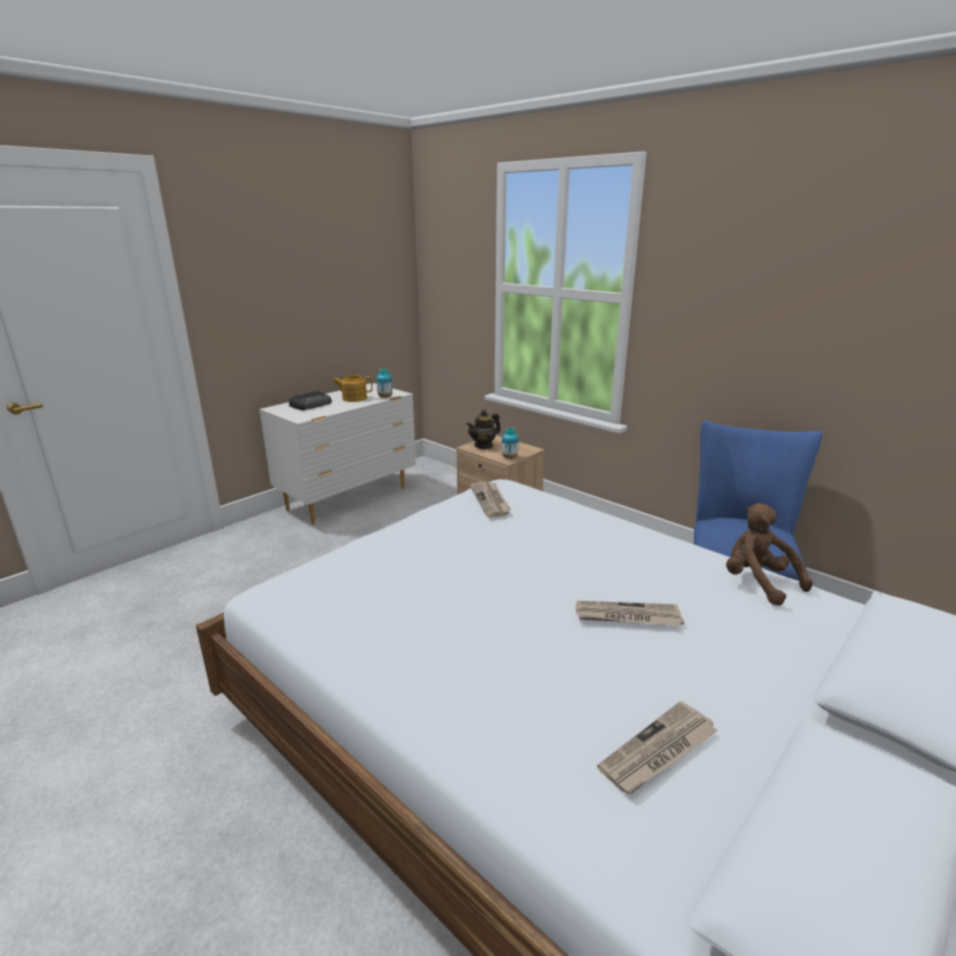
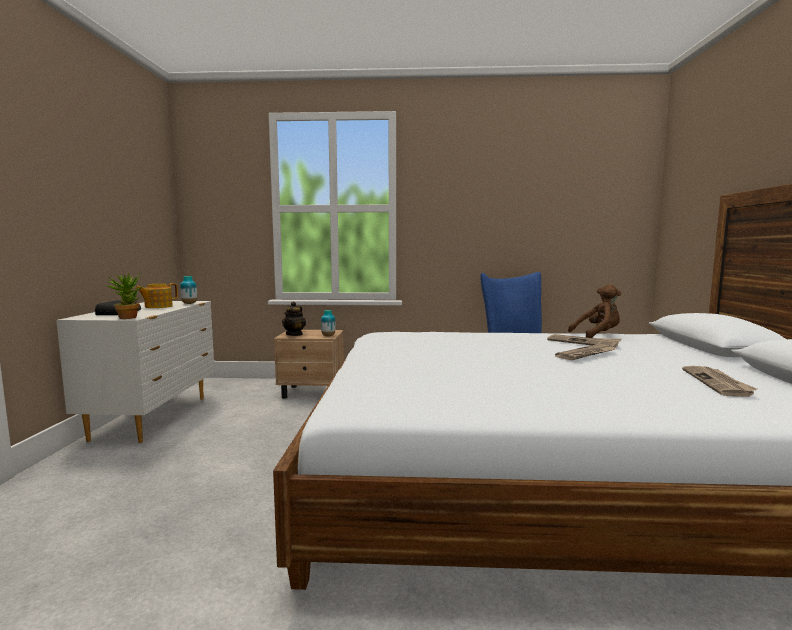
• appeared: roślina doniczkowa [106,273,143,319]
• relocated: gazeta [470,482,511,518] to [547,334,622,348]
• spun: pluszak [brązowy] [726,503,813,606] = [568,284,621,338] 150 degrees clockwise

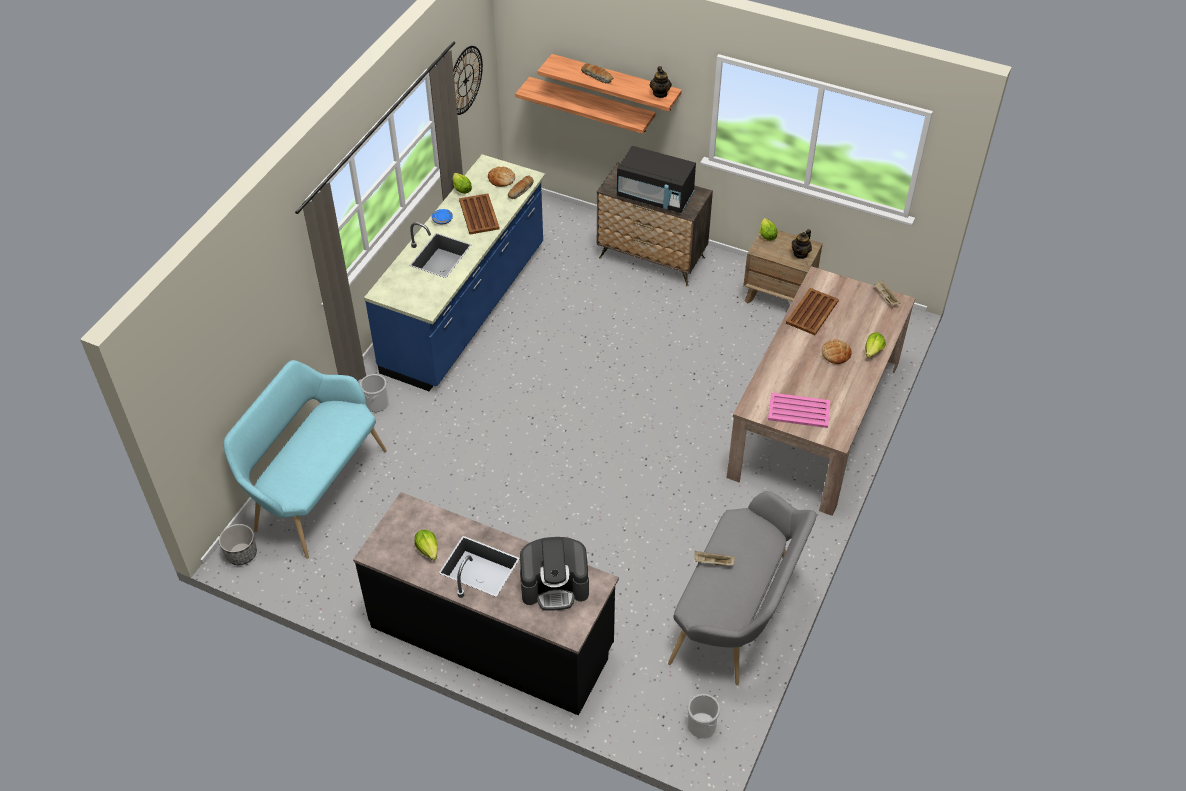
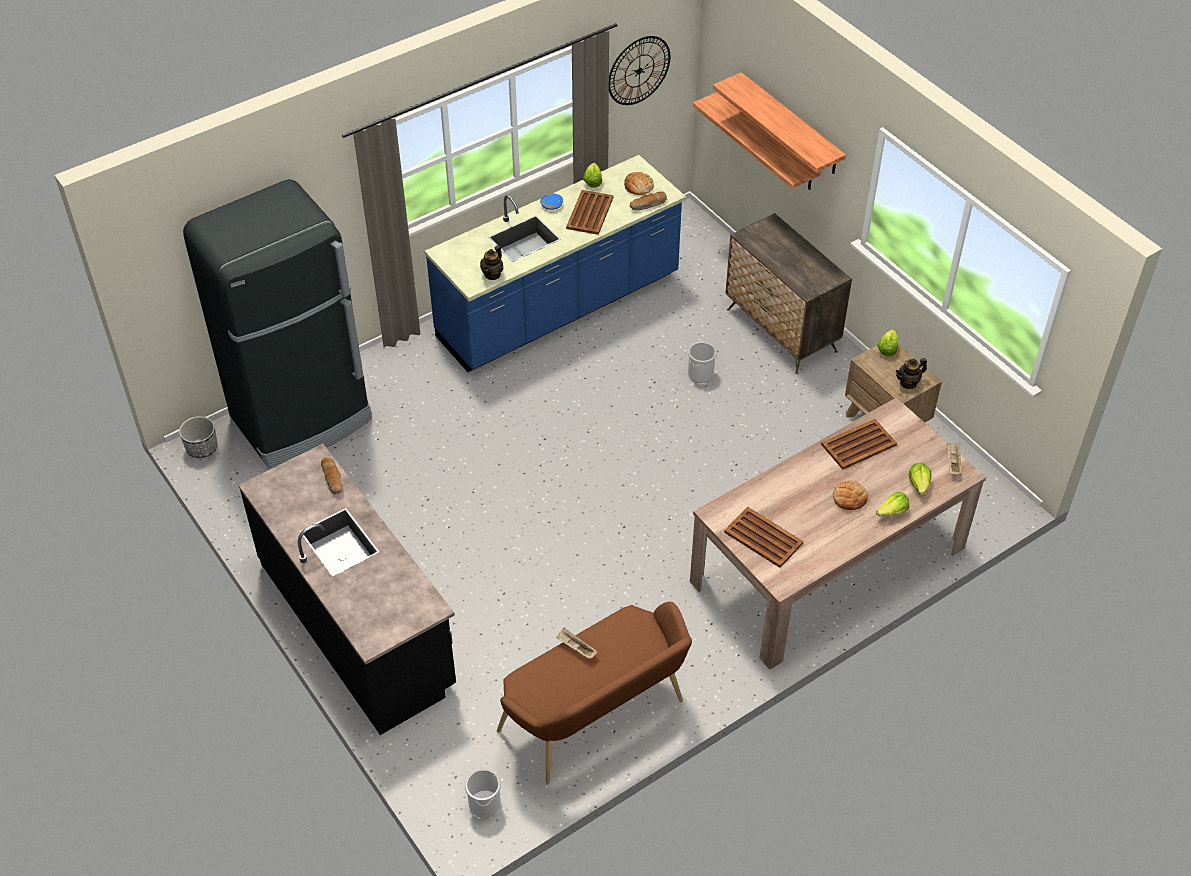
• exchanged: ławka [turkusowy] [223,360,387,559] to lodówka [czarny] [183,179,372,468]
• relocated: chleb [581,63,613,84] to [321,458,343,494]
• relocated: imbryk [650,66,672,98] to [480,245,503,280]
• colour: ławka [szary] [668,491,817,685] to ławka [brązowy] [497,602,692,785]
• relocated: wiadro [360,374,389,412] to [688,342,717,383]
• colour: taca [różowy] [768,393,830,428] to taca [brązowy] [724,507,804,568]
• relocated: sałata [414,530,438,560] to [909,463,932,495]
• missing: ekspres do kawy [520,537,589,611]
• missing: mikrofalówka [czarny] [617,146,696,213]

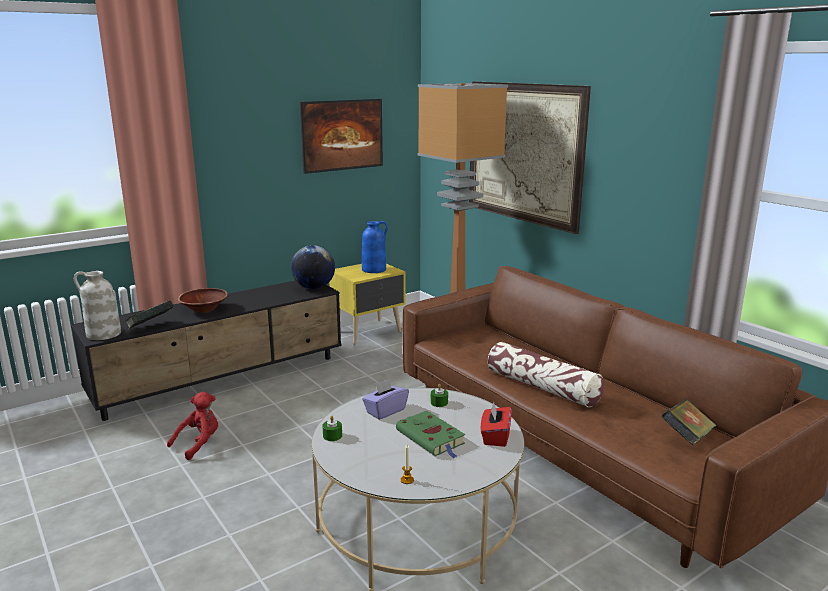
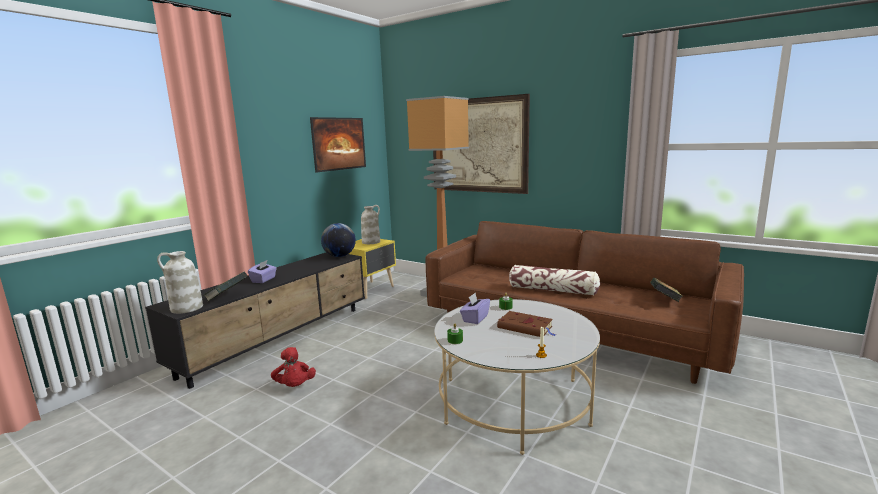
• exchanged: miska [brązowy] [178,288,228,313] to pudełko chusteczek [fioletowy] [248,260,277,283]
• spun: pluszak [czerwony] [167,392,218,460] = [271,347,316,387] 135 degrees clockwise
• colour: wazon [niebieski] [362,221,388,273] to wazon [biały] [361,205,380,244]
• colour: książka [zielony] [396,411,465,458] to książka [brązowy] [497,311,556,337]
• missing: pudełko chusteczek [czerwony] [481,402,512,447]

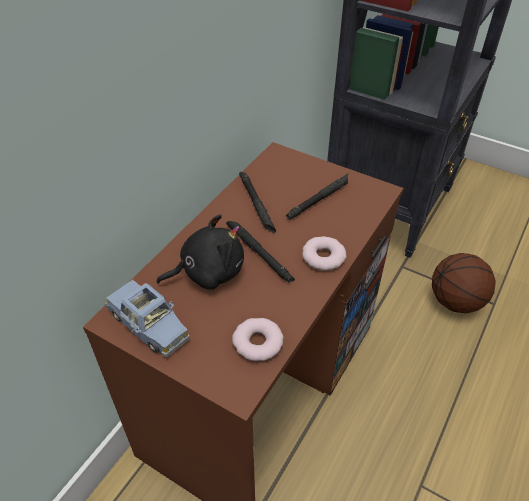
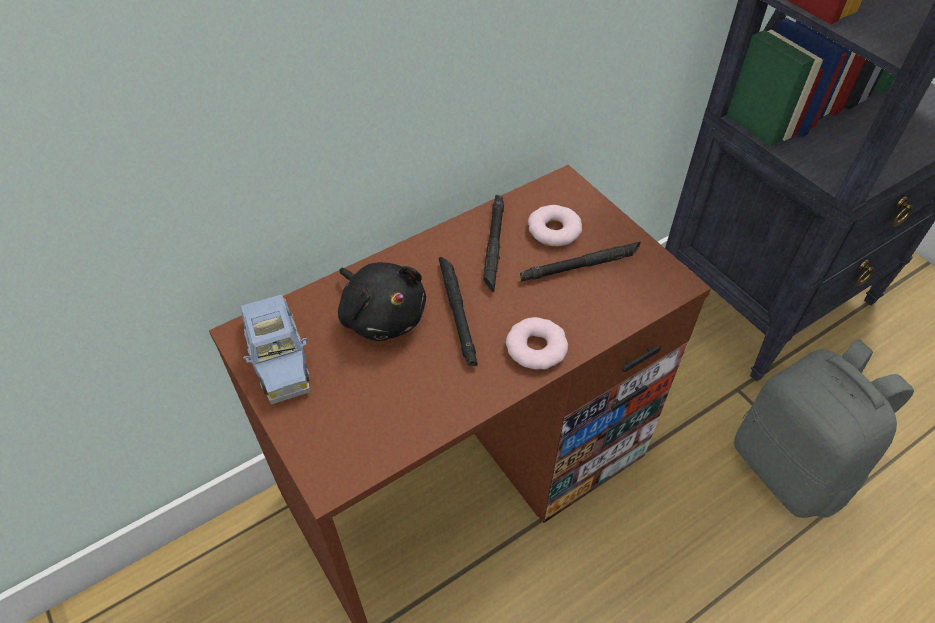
• spun: pluszak [czarny] [156,214,244,290] = [338,262,426,341] 45 degrees clockwise
• relocated: donut [232,318,284,361] to [528,205,582,247]
• exchanged: piłka do koszykówki [432,253,496,313] to plecak [szary] [734,339,914,518]

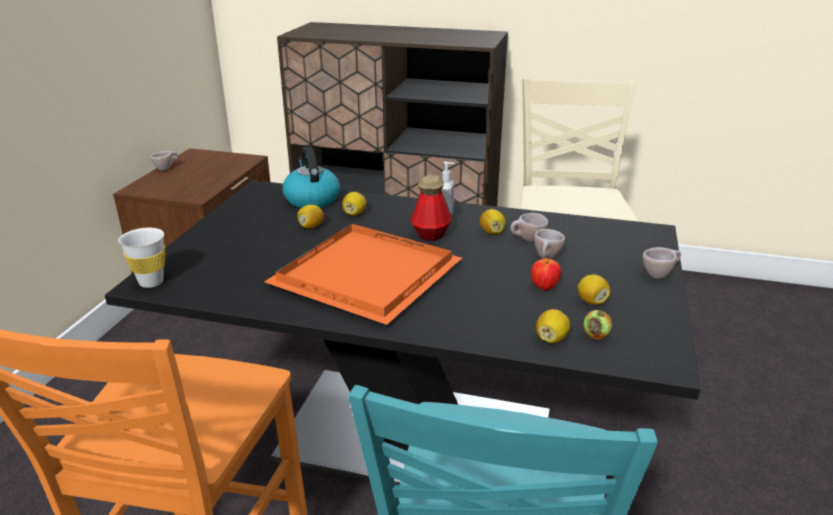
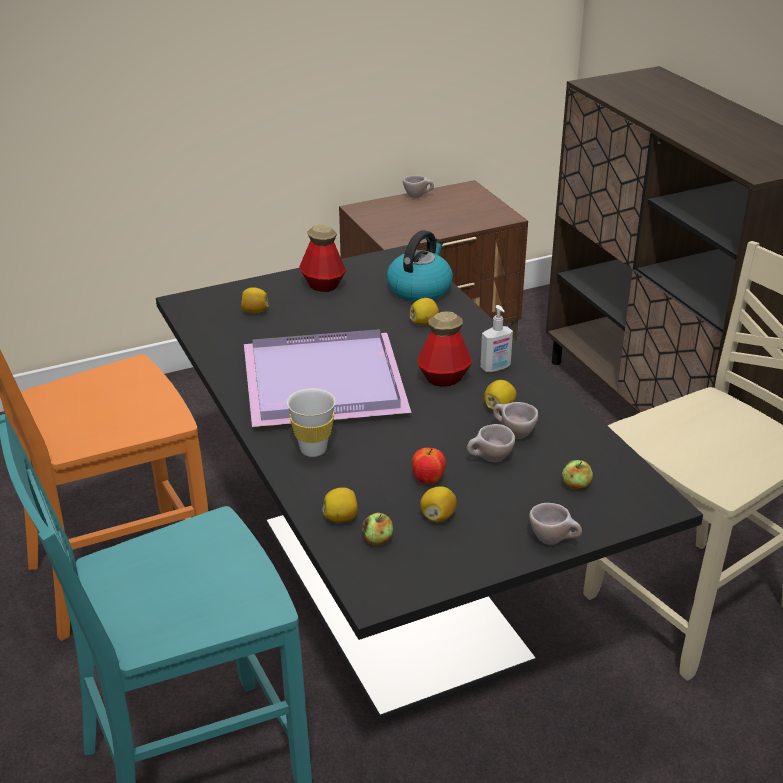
• relocated: cytryna [297,205,324,229] to [241,288,269,313]
• colour: taca [pomarańczowy] [264,224,462,325] to taca [fioletowy] [244,329,412,427]
• relocated: filiżanka [biały] [119,228,165,288] to [287,388,336,457]
• appeared: butelka [299,225,346,292]
• appeared: jabłko [562,460,593,490]

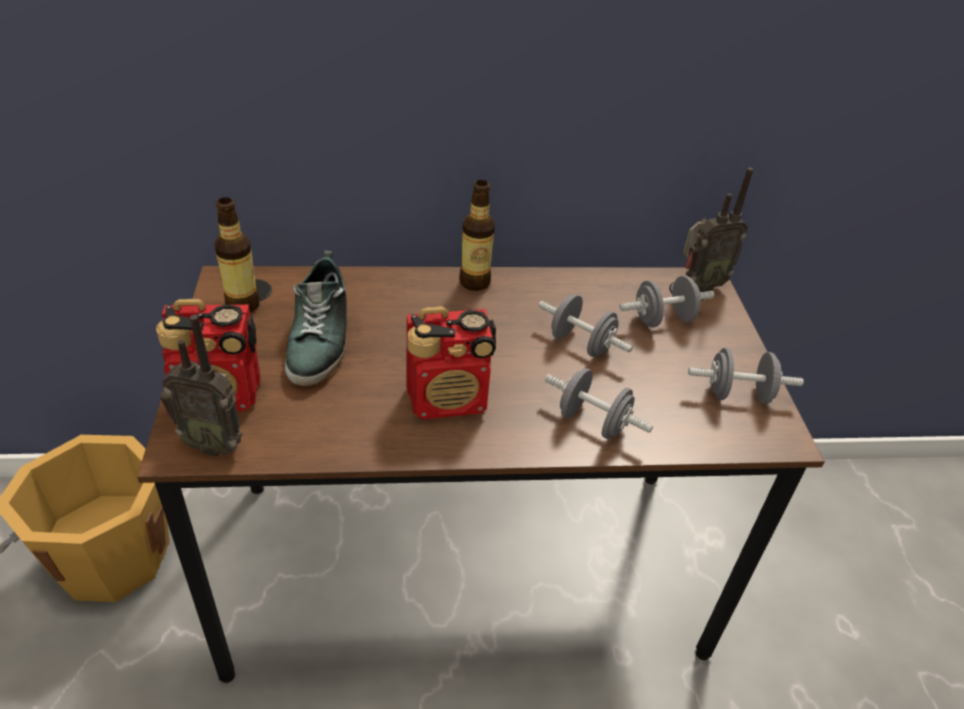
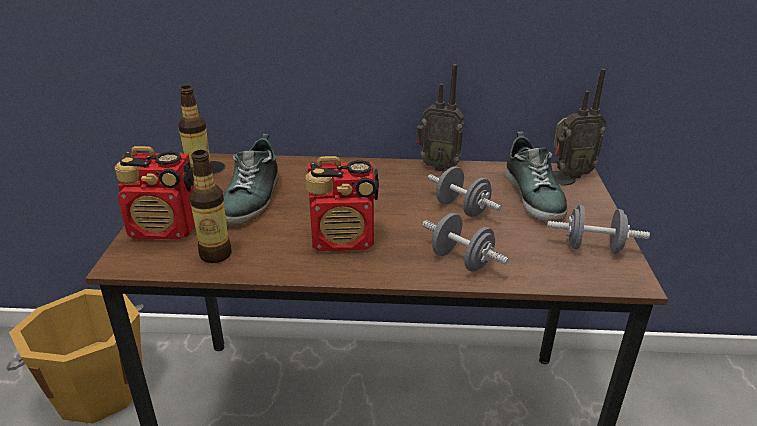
• relocated: butelka [459,180,495,291] to [189,150,232,263]
• relocated: radio [160,315,243,456] to [417,64,464,171]
• exchanged: hantel [szary] [620,275,715,327] to but [505,132,567,222]

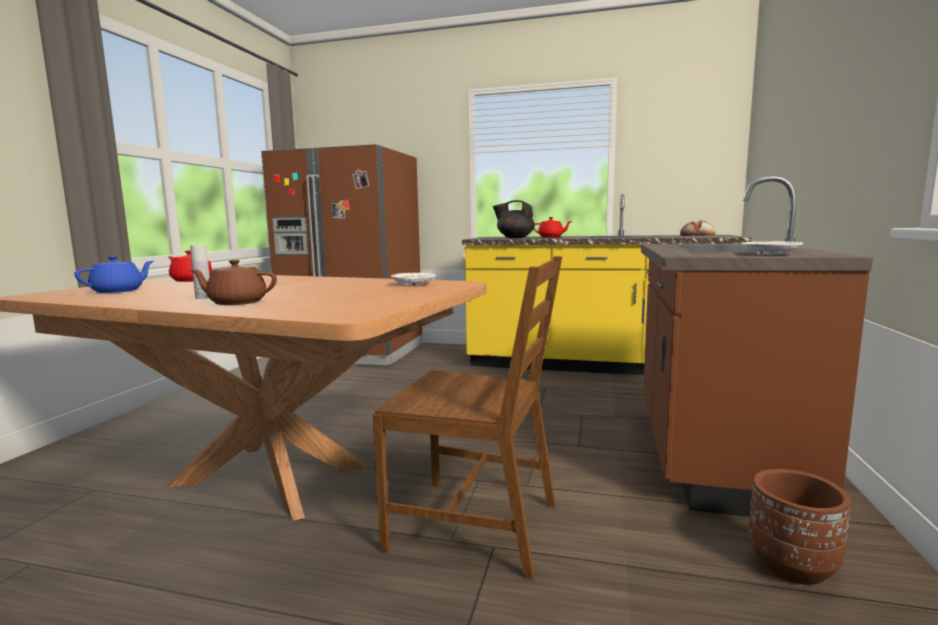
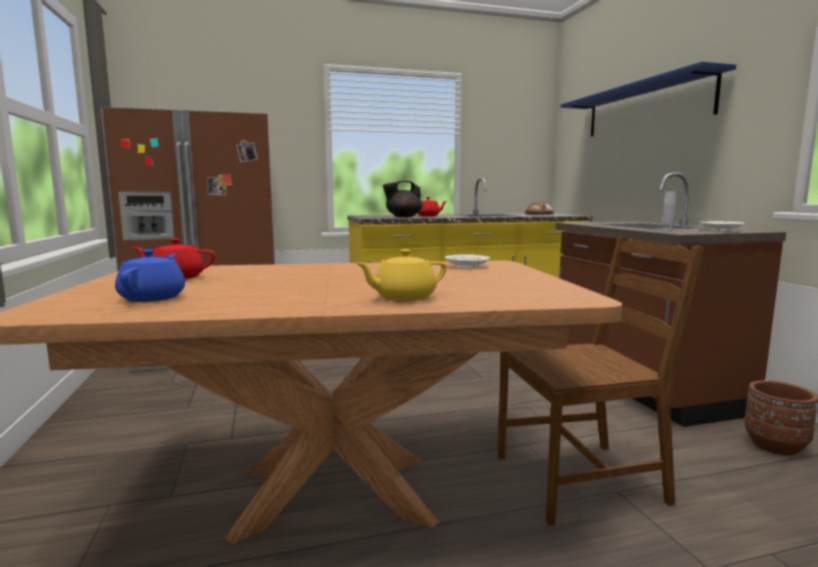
• colour: imbryk [brązowy] [190,260,277,305] to imbryk [żółty] [356,249,447,301]
• appeared: półka [niebieski] [560,62,736,136]
• relocated: butelka [biały] [190,245,210,299] to [662,191,677,231]

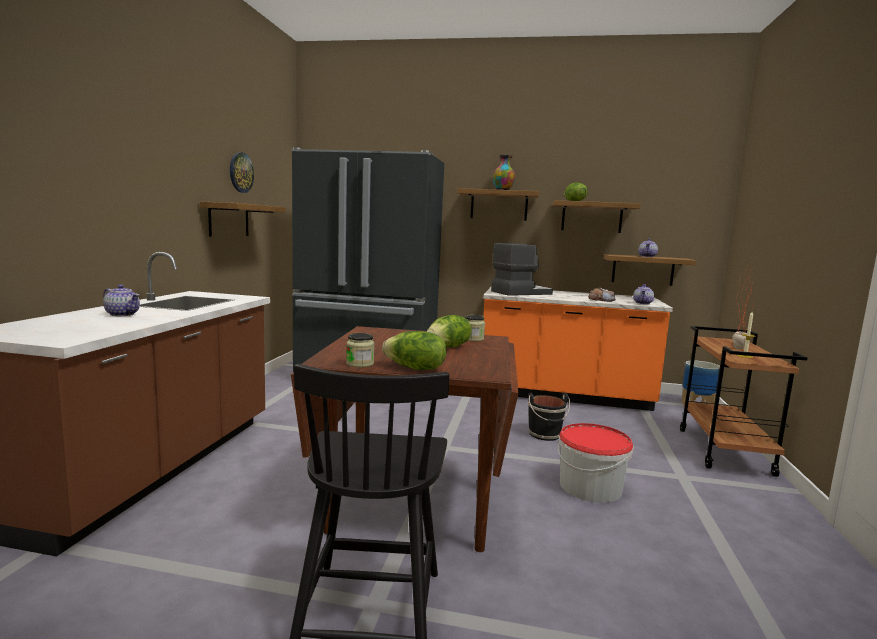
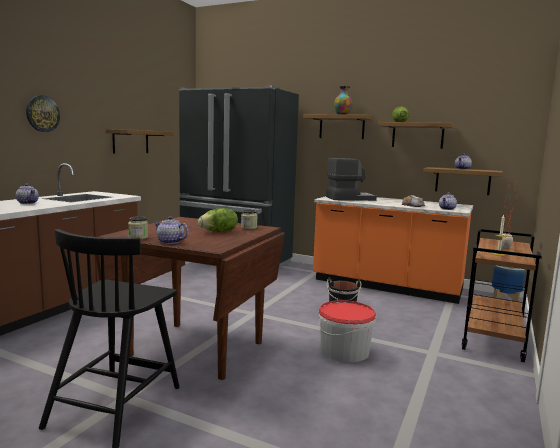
• relocated: zegar ścienny [230,152,254,193] to [26,95,60,132]
• exchanged: sałata [382,331,447,370] to imbryk [154,216,189,244]

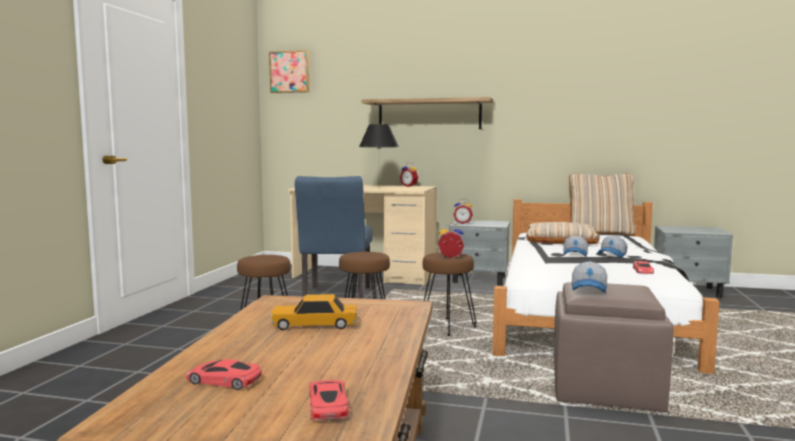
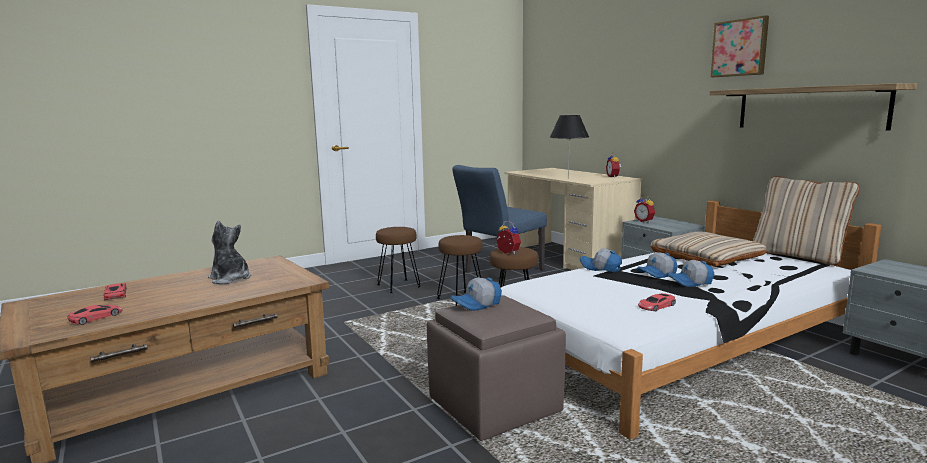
• exchanged: samochodzik [271,294,358,330] to pluszak [208,220,251,284]
• appeared: czapka z daszkiem [580,248,622,272]
• relocated: obraz [269,50,309,93] to [710,15,769,77]
• relocated: półka [362,97,493,129] to [710,83,917,131]

